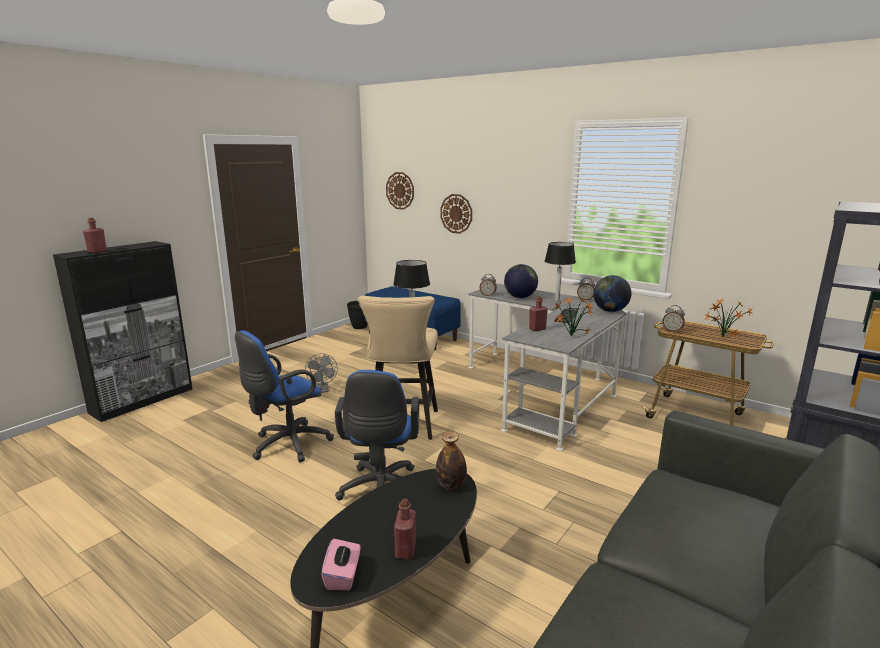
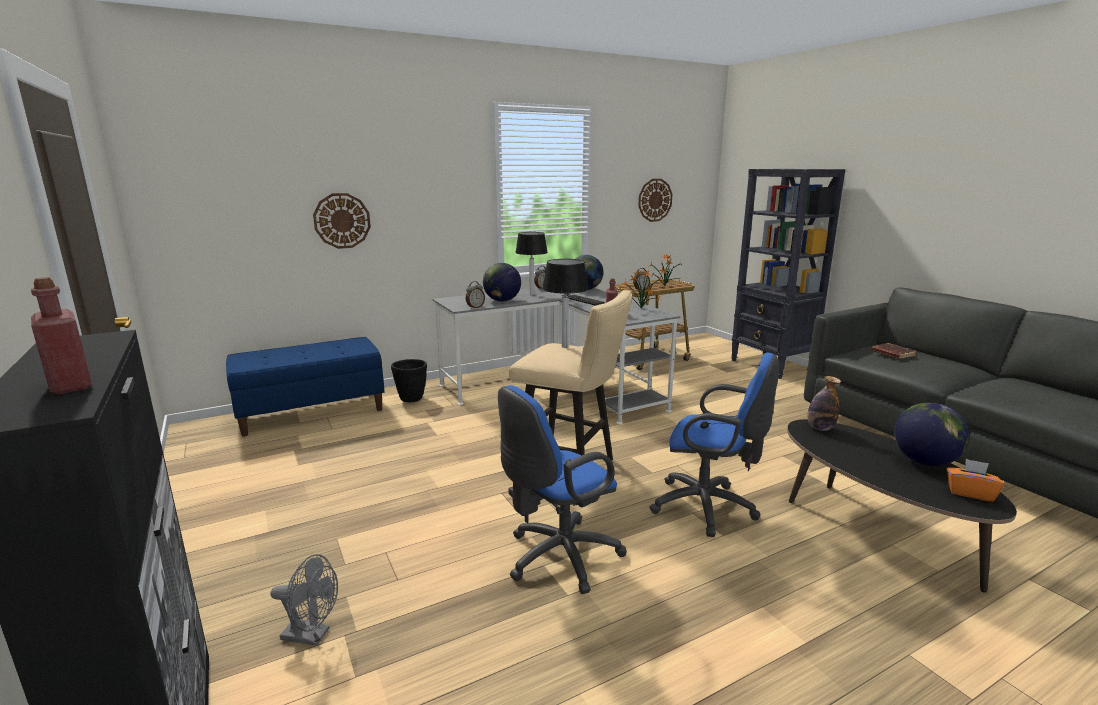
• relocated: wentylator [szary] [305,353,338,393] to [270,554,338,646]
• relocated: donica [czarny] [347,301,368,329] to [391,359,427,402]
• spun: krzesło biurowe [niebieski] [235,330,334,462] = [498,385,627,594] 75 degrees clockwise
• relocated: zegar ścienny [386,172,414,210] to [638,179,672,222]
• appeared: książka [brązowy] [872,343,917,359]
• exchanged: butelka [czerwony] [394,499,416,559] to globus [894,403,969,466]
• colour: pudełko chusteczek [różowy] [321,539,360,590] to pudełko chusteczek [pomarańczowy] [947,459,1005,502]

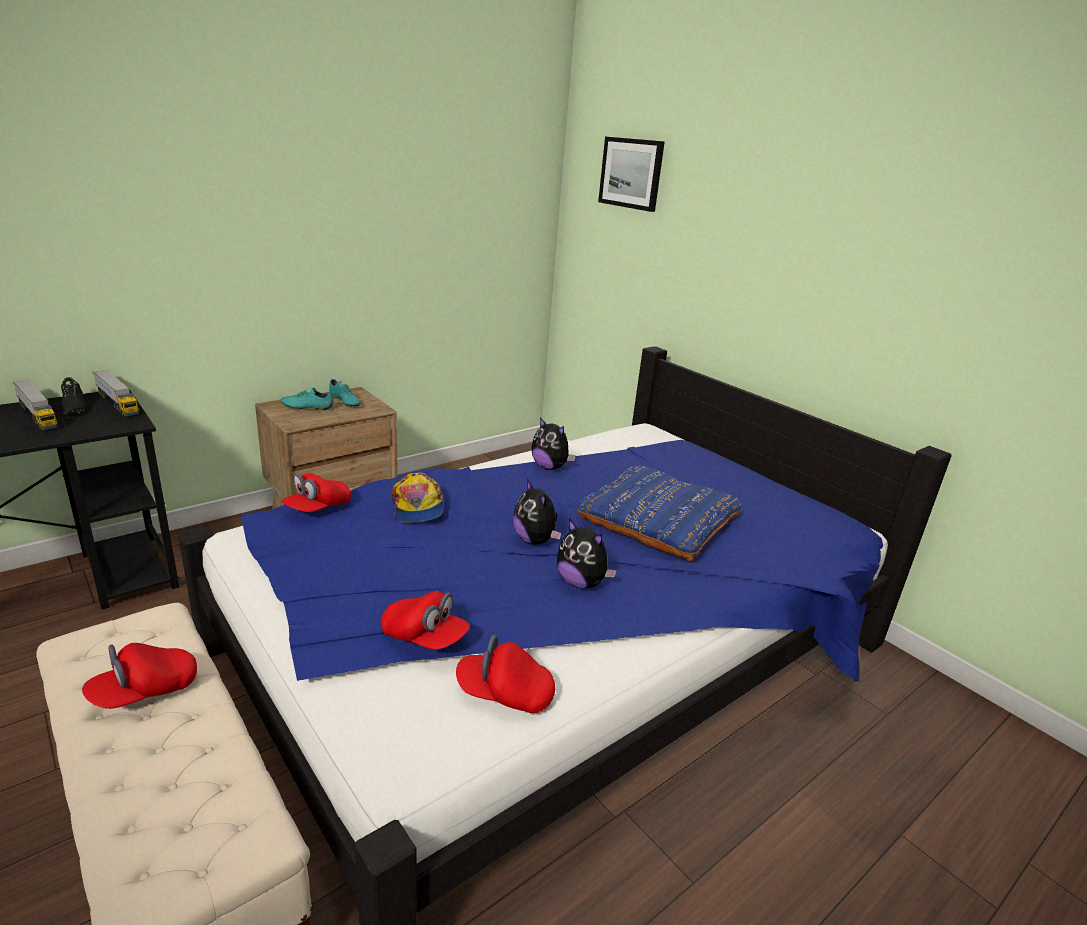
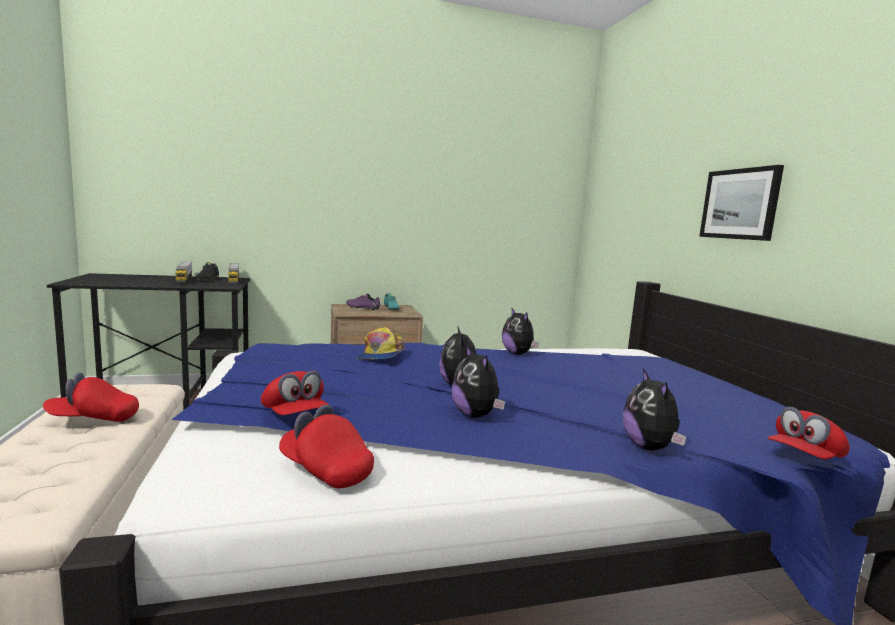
• colour: but [turkusowy] [281,388,333,411] to but [fioletowy] [346,293,380,311]
• appeared: pluszak [623,368,686,451]
• relocated: obraz [598,137,665,212] to [699,165,784,241]
• relocated: czapka z daszkiem [czerwony] [281,473,351,512] to [767,407,850,460]
• missing: poduszka [niebieski] [577,466,742,561]

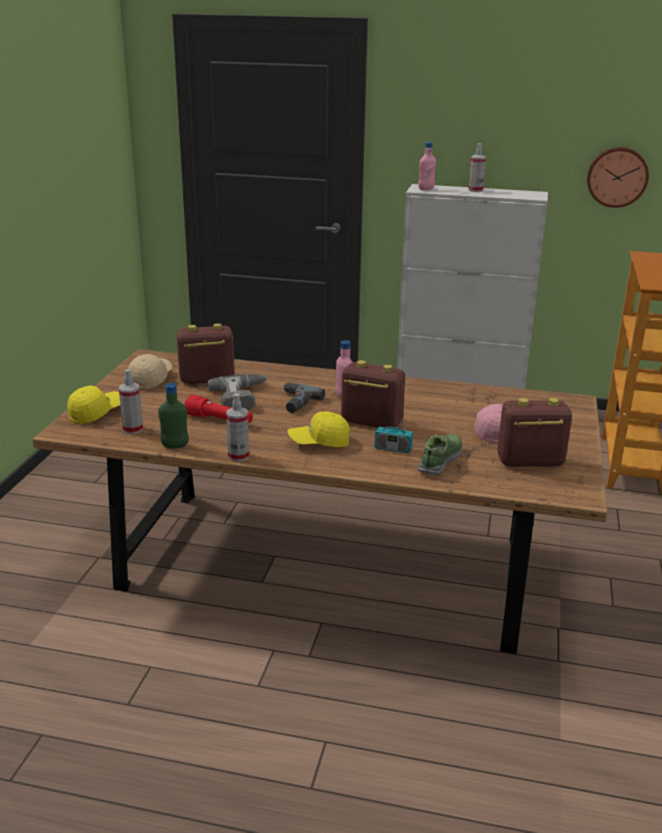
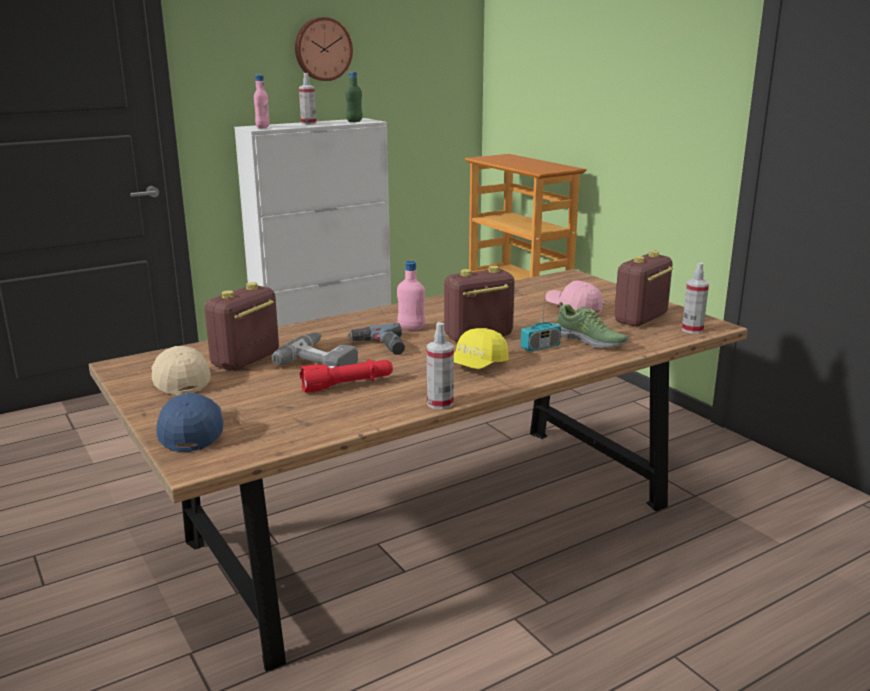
• colour: czapka z daszkiem [żółty] [67,386,120,424] to czapka z daszkiem [niebieski] [157,393,223,452]
• relocated: zegar ścienny [587,147,649,208] to [295,17,353,81]
• relocated: butelka [zielony] [158,383,189,448] to [346,72,363,122]
• spun: but [418,434,462,475] = [556,302,628,348] 150 degrees clockwise
• relocated: spryskiwacz [119,369,143,434] to [682,263,709,334]

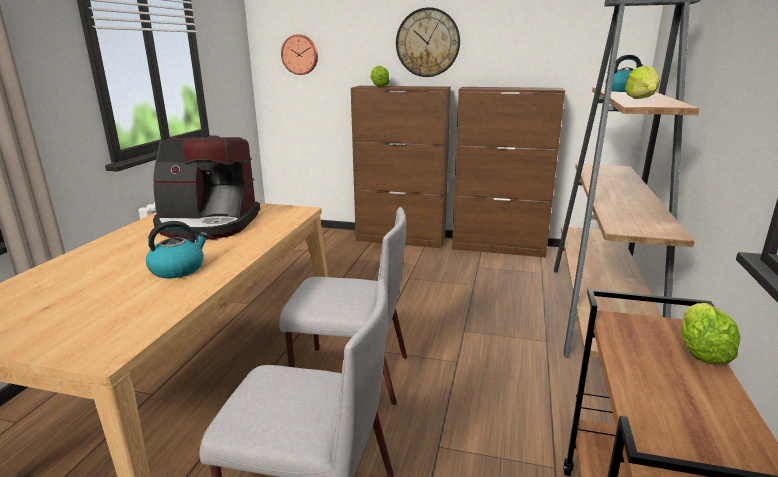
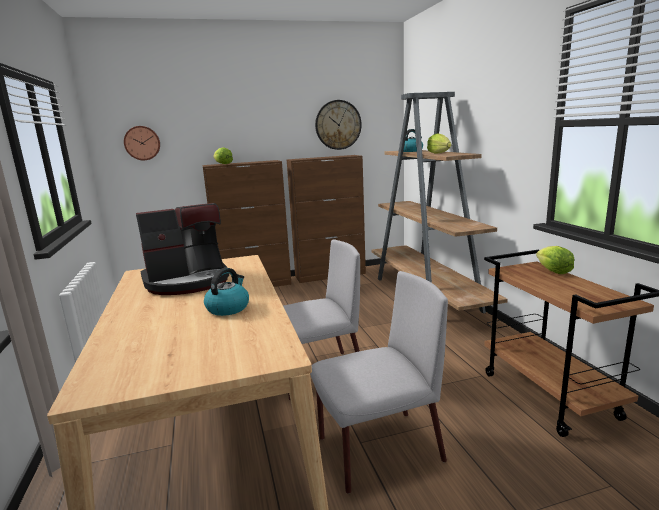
• relocated: zegar ścienny [396,7,460,77] to [315,100,362,150]

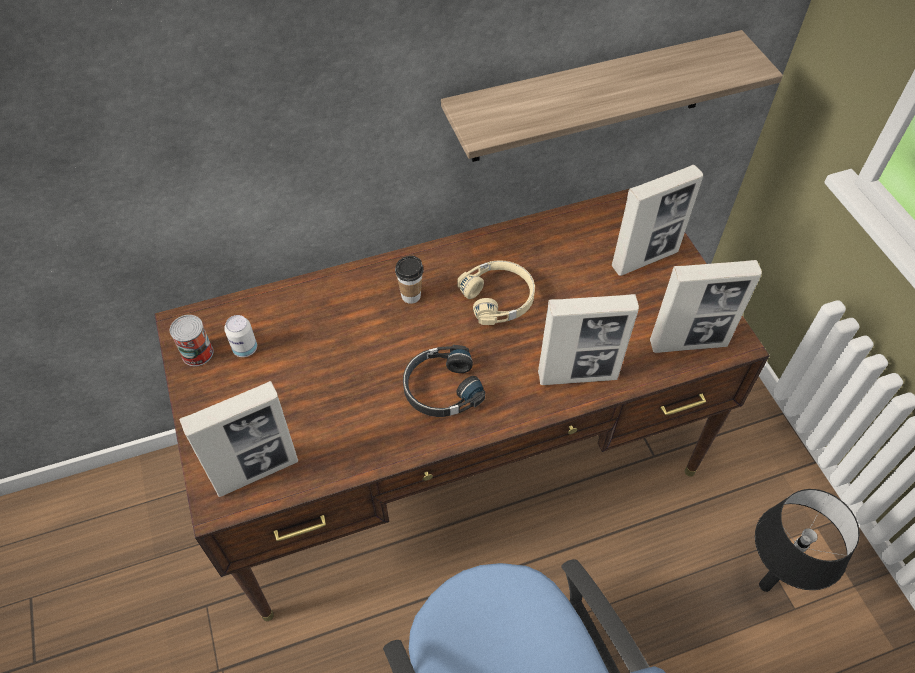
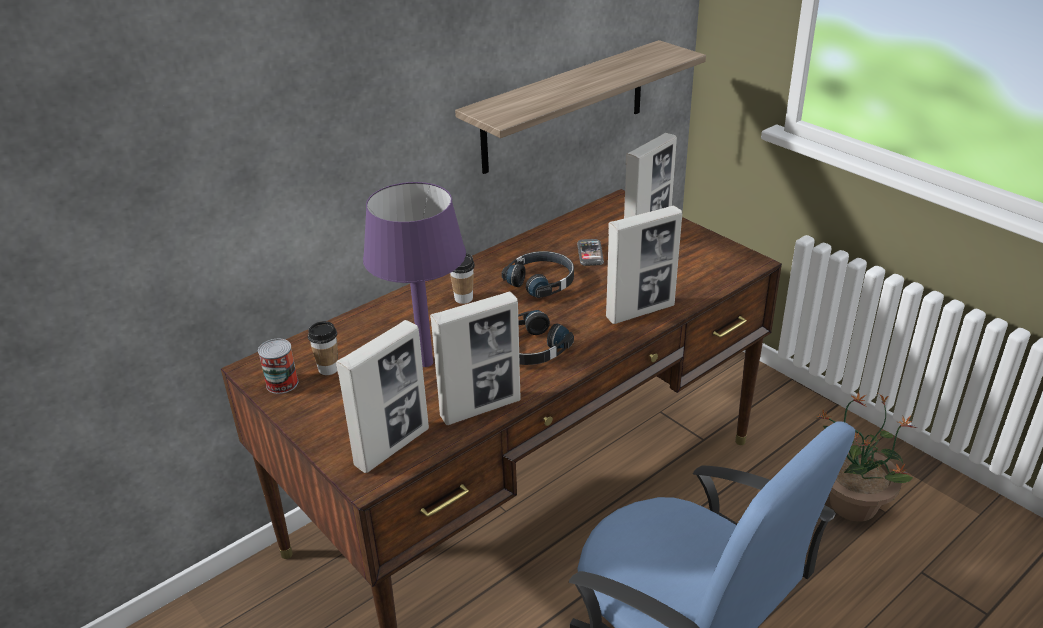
• exchanged: puszka [224,315,257,357] to filiżanka [308,321,338,375]
• appeared: lampa stołowa [fioletowy] [363,182,466,367]
• relocated: ramka na zdjęcie [650,260,762,353] to [430,292,520,425]
• colour: słuchawki [beżowy] [457,260,535,325] to słuchawki [czarny] [502,251,574,298]
• appeared: telefon [577,239,604,266]
• exchanged: lampa stołowa [czarny] [755,489,860,592] to roślina doniczkowa [817,392,917,522]

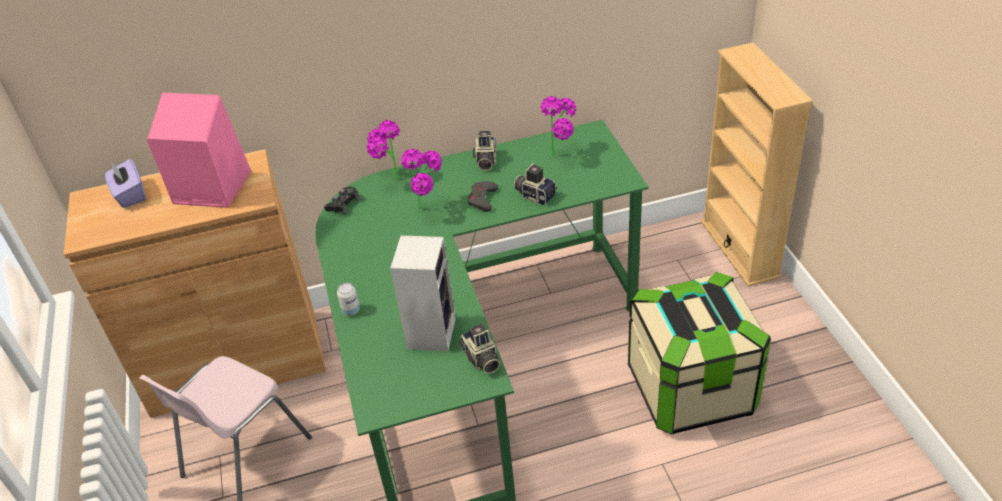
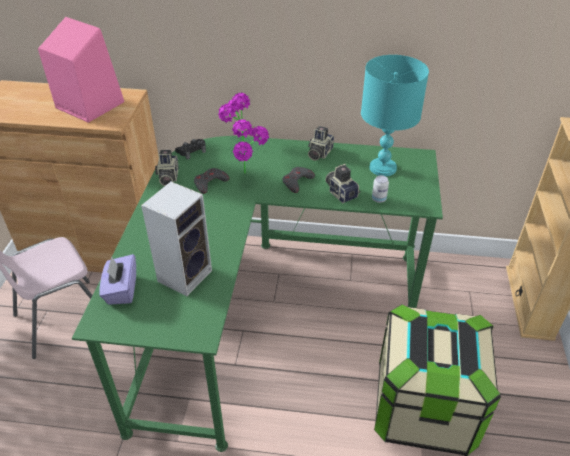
• relocated: pudełko chusteczek [fioletowy] [105,159,146,208] to [99,254,136,305]
• relocated: aparat fotograficzny [459,323,500,374] to [155,150,179,186]
• appeared: pad do gier [szary] [194,168,229,194]
• exchanged: roślina doniczkowa [541,96,576,156] to lampa stołowa [turkusowy] [361,55,429,176]
• relocated: puszka [337,283,360,315] to [372,175,389,203]

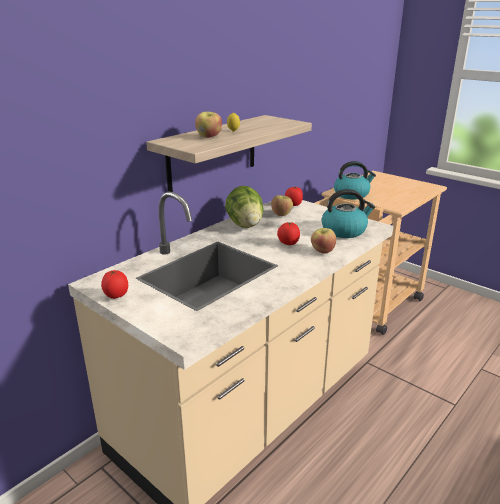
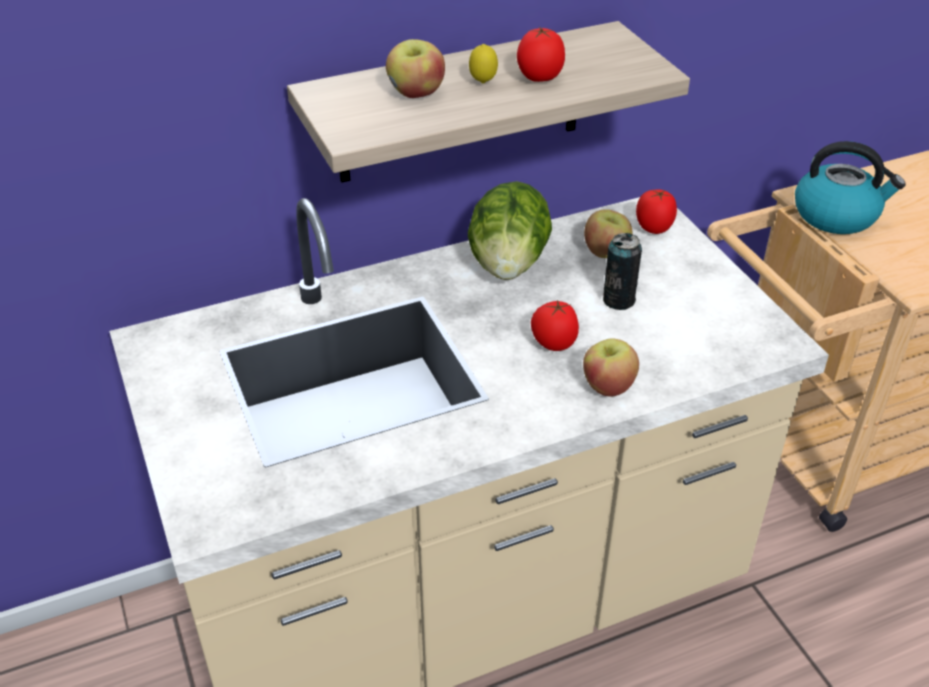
• relocated: pomidor [101,270,128,299] to [517,26,565,82]
• appeared: puszka [603,233,642,310]
• missing: czajnik [321,189,375,238]

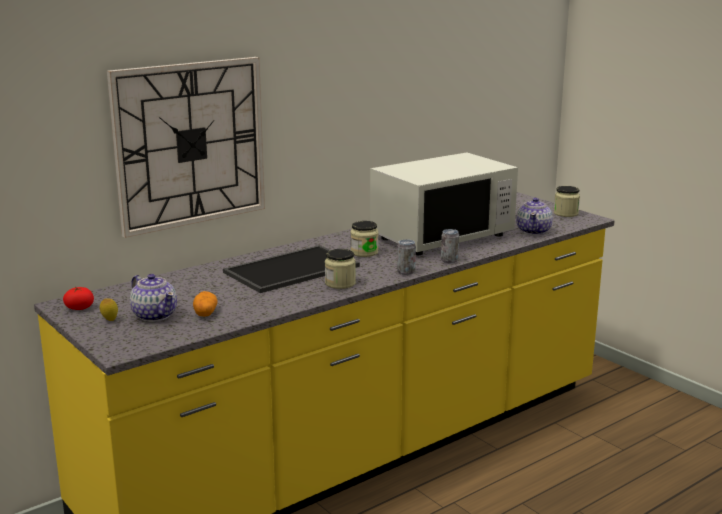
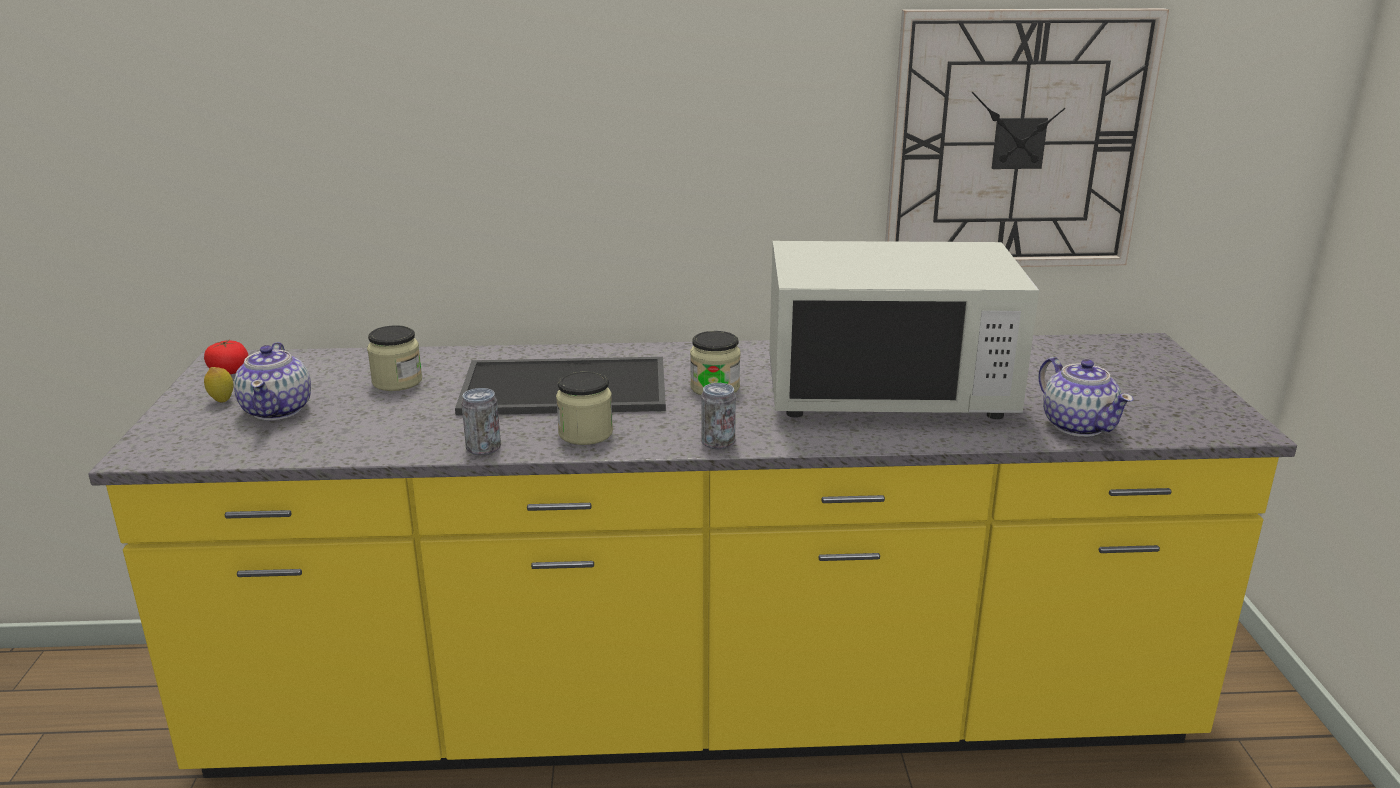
• relocated: słoik [554,186,580,217] to [367,325,422,391]
• relocated: puszka [441,229,459,263] to [461,388,501,456]
• relocated: zegar ścienny [107,57,265,238] to [885,8,1169,267]
• spun: imbryk [516,198,553,235] = [1038,357,1134,437] 75 degrees counterclockwise
• missing: ziemniak [193,291,217,317]

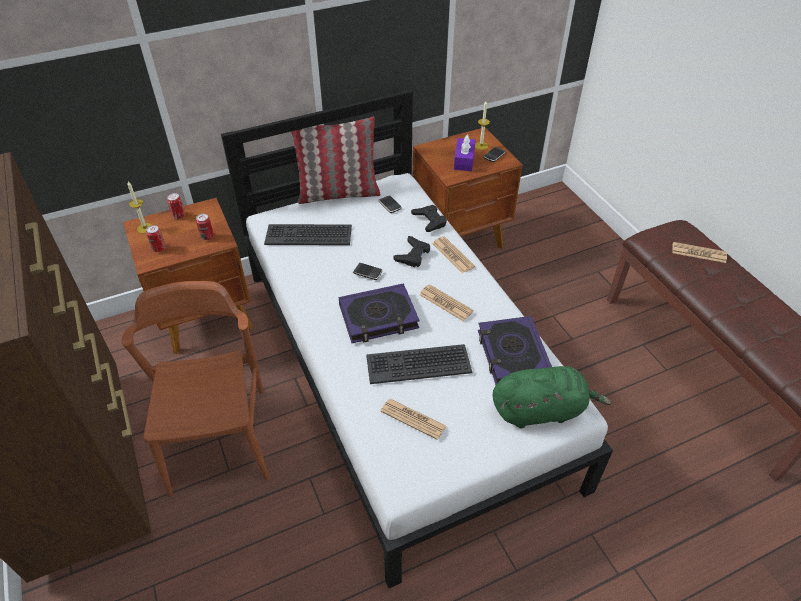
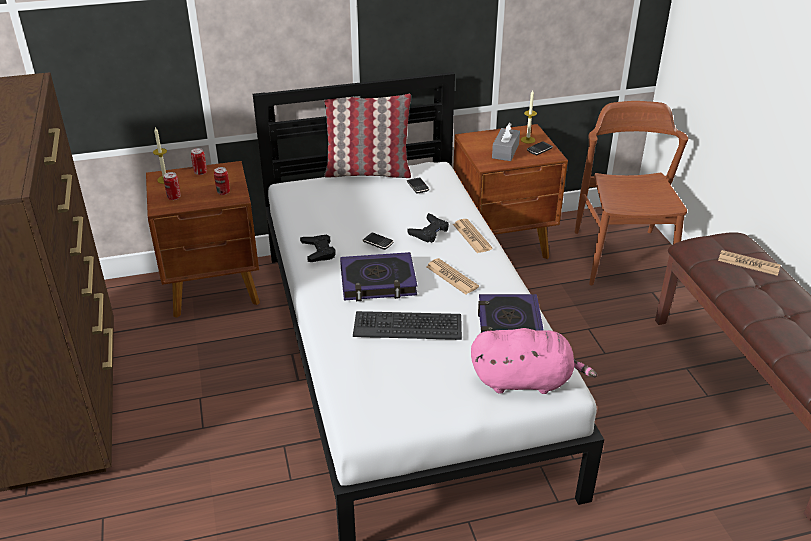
• relocated: pad do gier [czarny] [411,205,447,232] to [300,234,336,262]
• colour: pluszak [zielony] [493,366,611,429] to pluszak [różowy] [471,328,597,394]
• colour: pudełko chusteczek [fioletowy] [454,134,476,171] to pudełko chusteczek [szary] [492,123,520,161]
• relocated: krzesło [brązowy] [122,281,269,497] to [574,101,688,285]
• missing: klawiatura [264,224,352,245]
• missing: gazeta [380,399,446,440]

